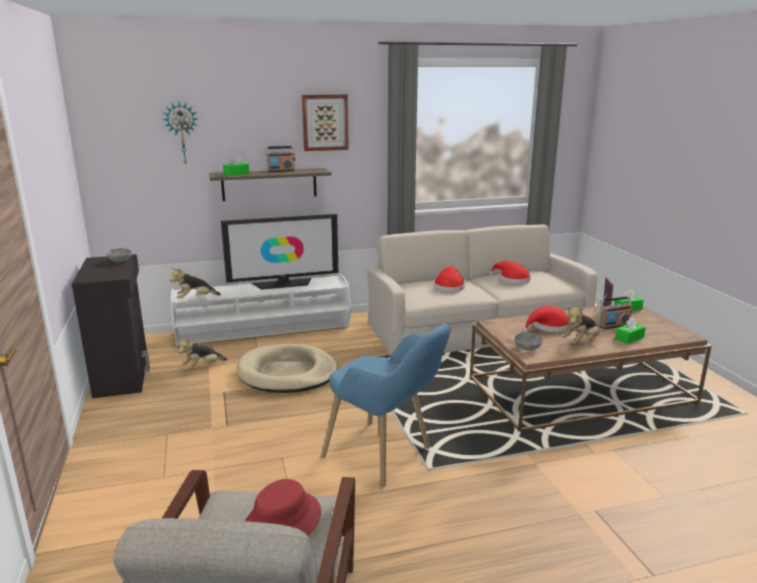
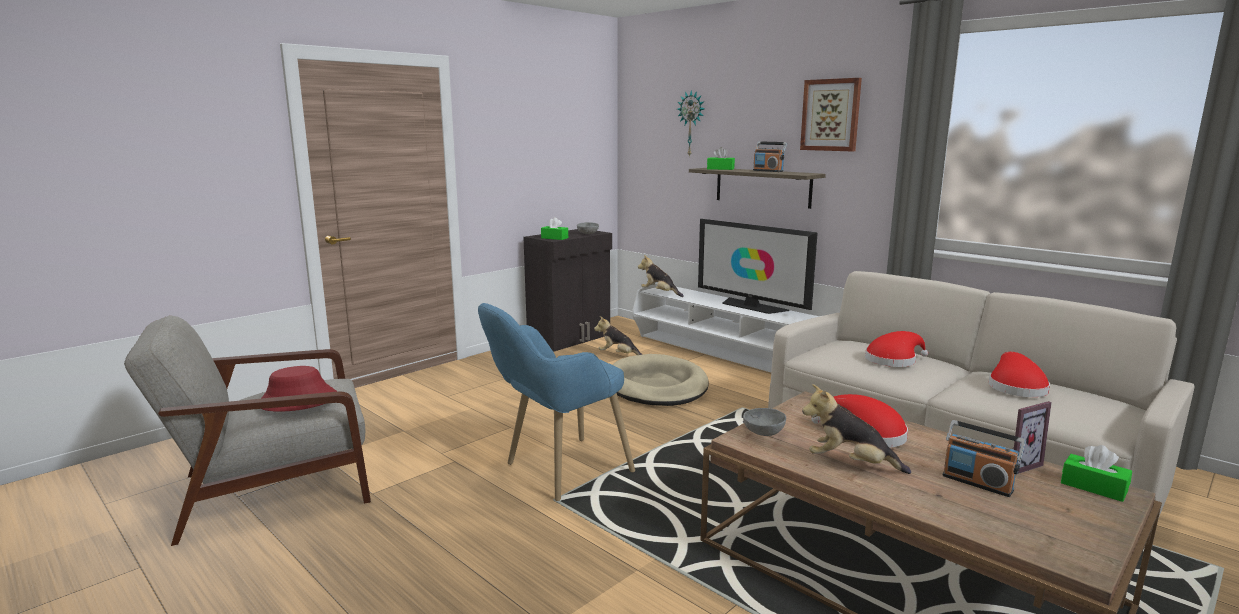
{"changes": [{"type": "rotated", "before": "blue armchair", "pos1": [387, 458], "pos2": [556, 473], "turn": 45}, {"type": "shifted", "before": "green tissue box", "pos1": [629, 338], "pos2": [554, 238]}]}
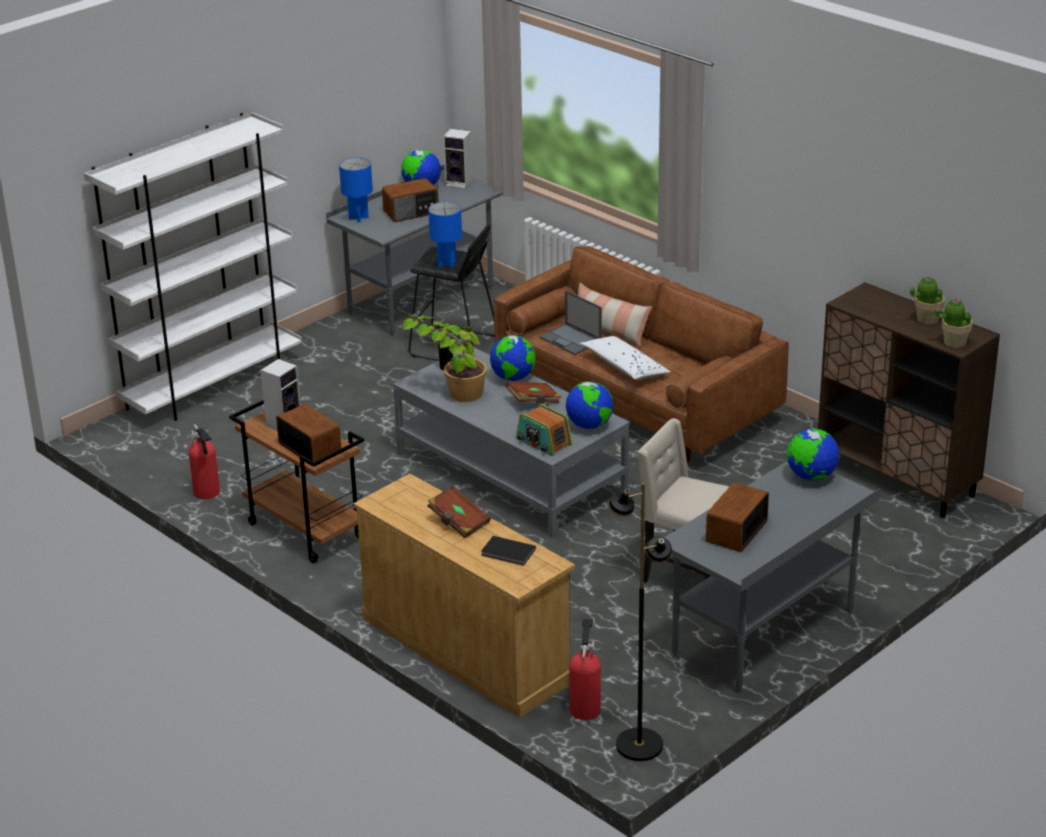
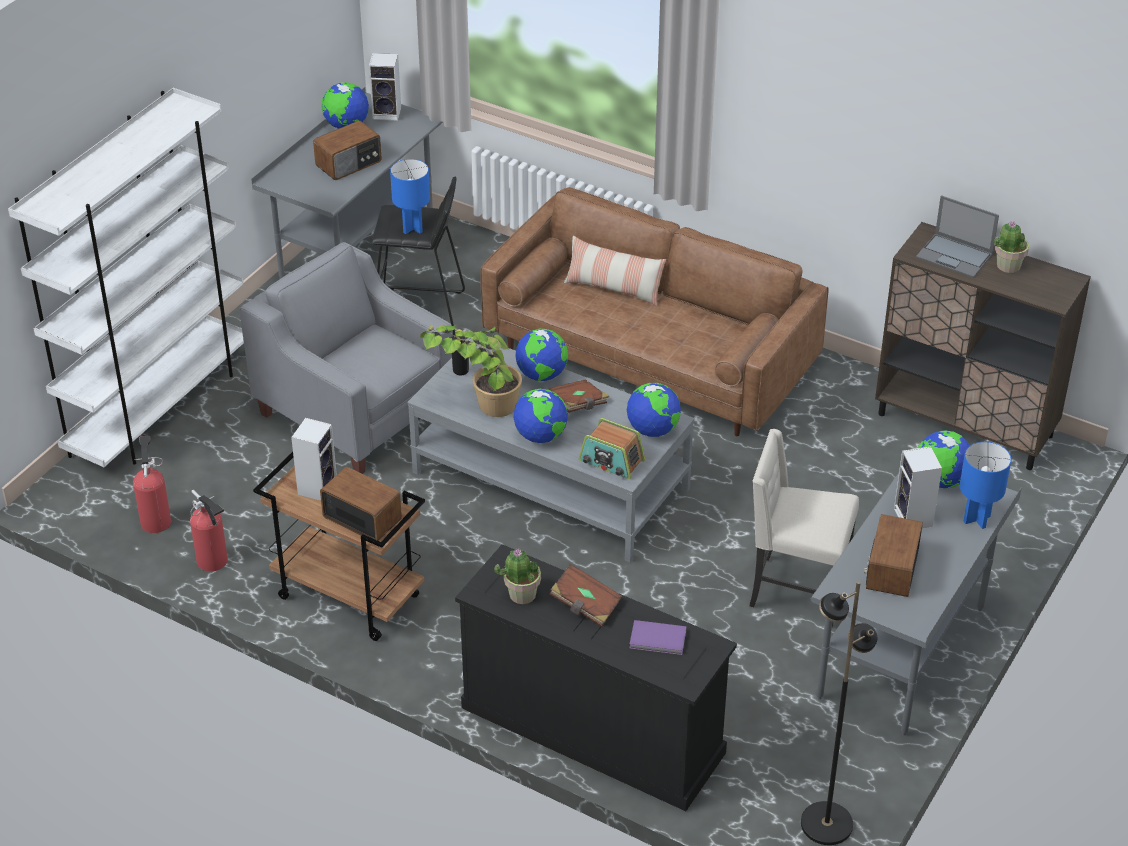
{"changes": [{"type": "shifted", "before": "blue table lamp", "pos1": [358, 218], "pos2": [976, 519]}, {"type": "repainted", "before": "beige dresser", "after": "black dresser", "pos1": [464, 649], "pos2": [590, 730]}, {"type": "repainted", "before": "black book", "after": "purple book", "pos1": [508, 553], "pos2": [658, 640]}, {"type": "shifted", "before": "laptop", "pos1": [571, 340], "pos2": [955, 256]}, {"type": "shifted", "before": "fire extinguisher", "pos1": [585, 708], "pos2": [156, 520]}, {"type": "gone", "before": "white pillow", "pos1": [624, 367]}, {"type": "shifted", "before": "potted plant", "pos1": [954, 342], "pos2": [521, 594]}, {"type": "new", "after": "grey armchair", "pos2": [355, 412]}, {"type": "new", "after": "globe", "pos2": [541, 436]}, {"type": "new", "after": "speaker", "pos2": [914, 518]}]}
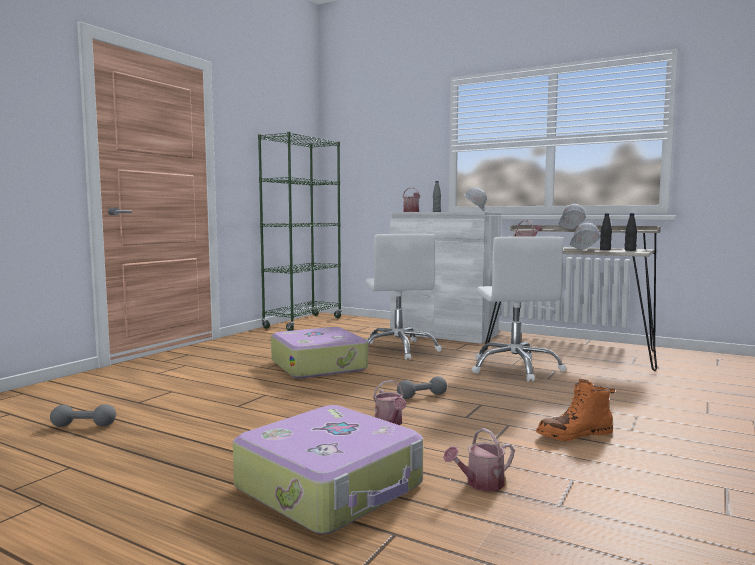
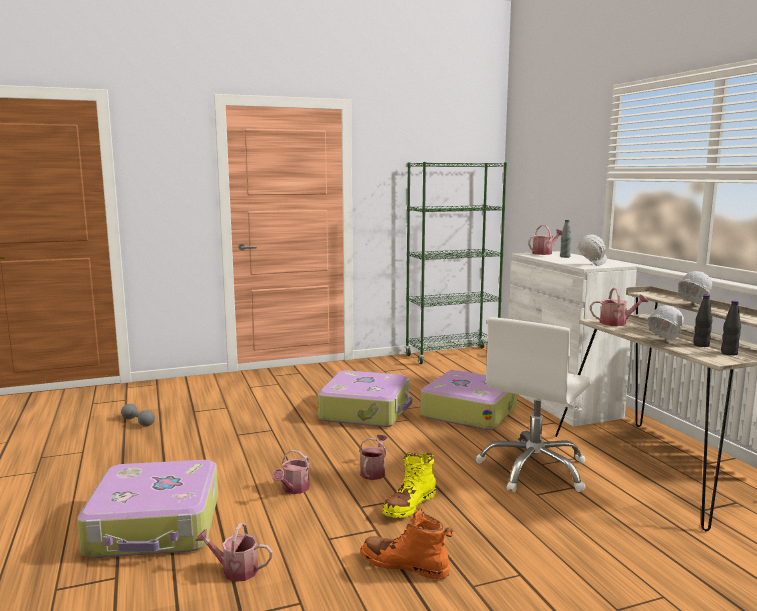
{"changes": [{"type": "swapped", "before": "white office chair", "after": "suitcase", "pos1": [399, 350], "pos2": [469, 411]}, {"type": "swapped", "before": "grey dumbbell", "after": "watering can", "pos1": [422, 396], "pos2": [374, 472]}, {"type": "new", "after": "yellow boot", "pos2": [409, 505]}]}
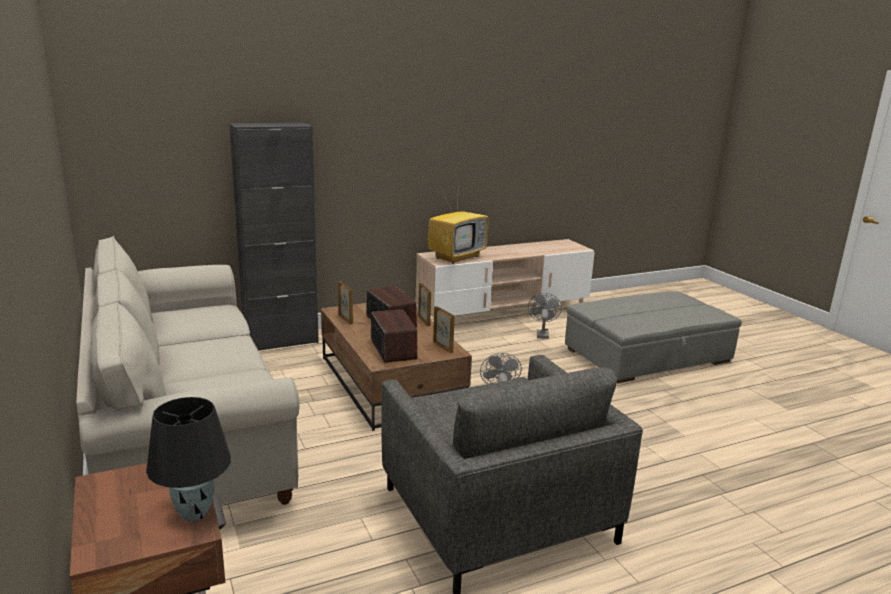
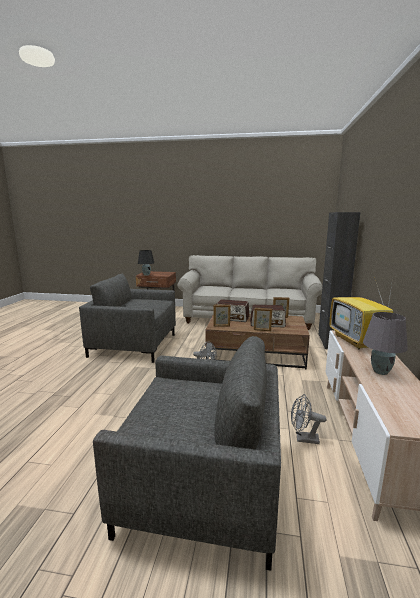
{"changes": [{"type": "rotated", "before": "grey fan", "pos1": [542, 333], "pos2": [303, 439], "turn": 150}, {"type": "swapped", "before": "grey ottoman", "after": "grey armchair", "pos1": [647, 355], "pos2": [203, 485]}, {"type": "new", "after": "grey table lamp", "pos2": [380, 371]}]}
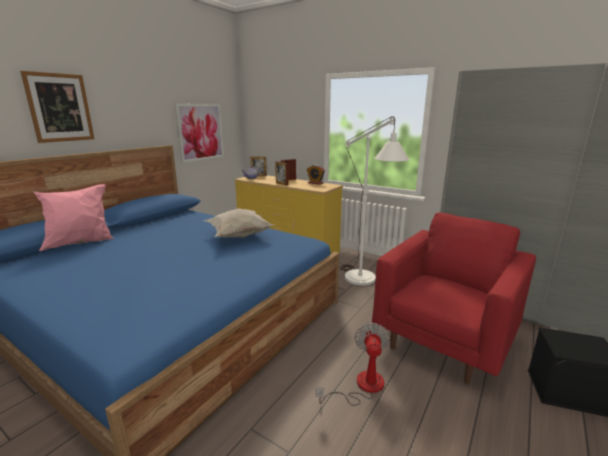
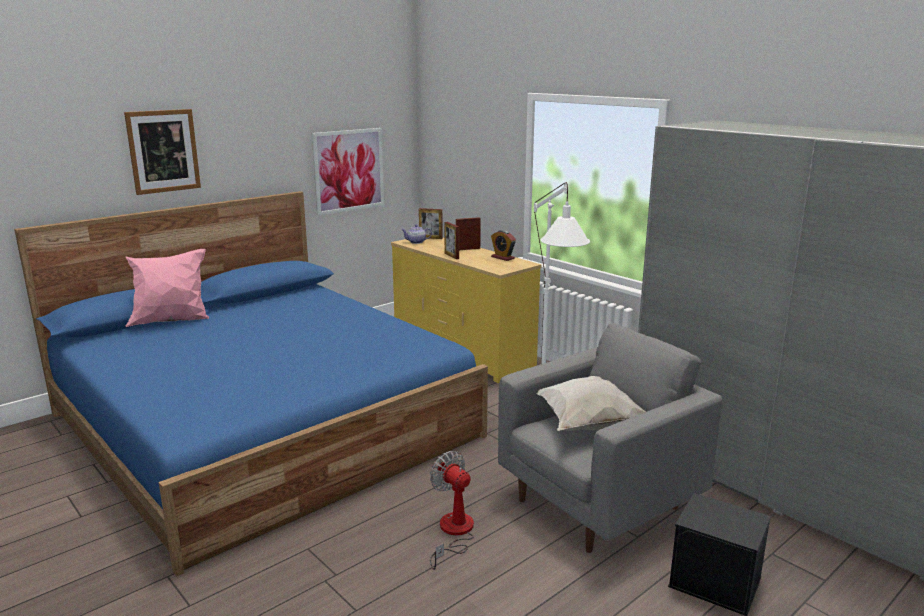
{"changes": [{"type": "shifted", "before": "white pillow", "pos1": [238, 236], "pos2": [587, 424]}, {"type": "rotated", "before": "fan", "pos1": [362, 386], "pos2": [453, 533], "turn": -60}, {"type": "repainted", "before": "red armchair", "after": "grey armchair", "pos1": [443, 342], "pos2": [598, 504]}]}
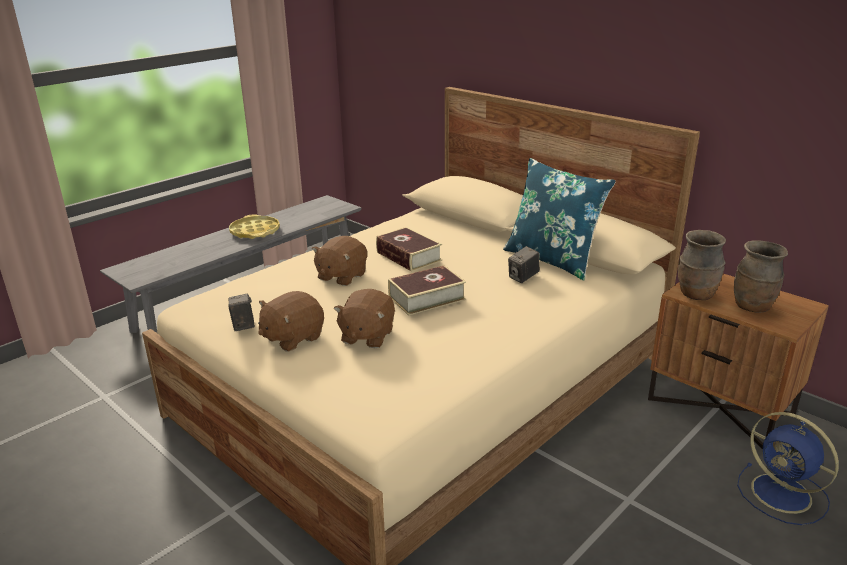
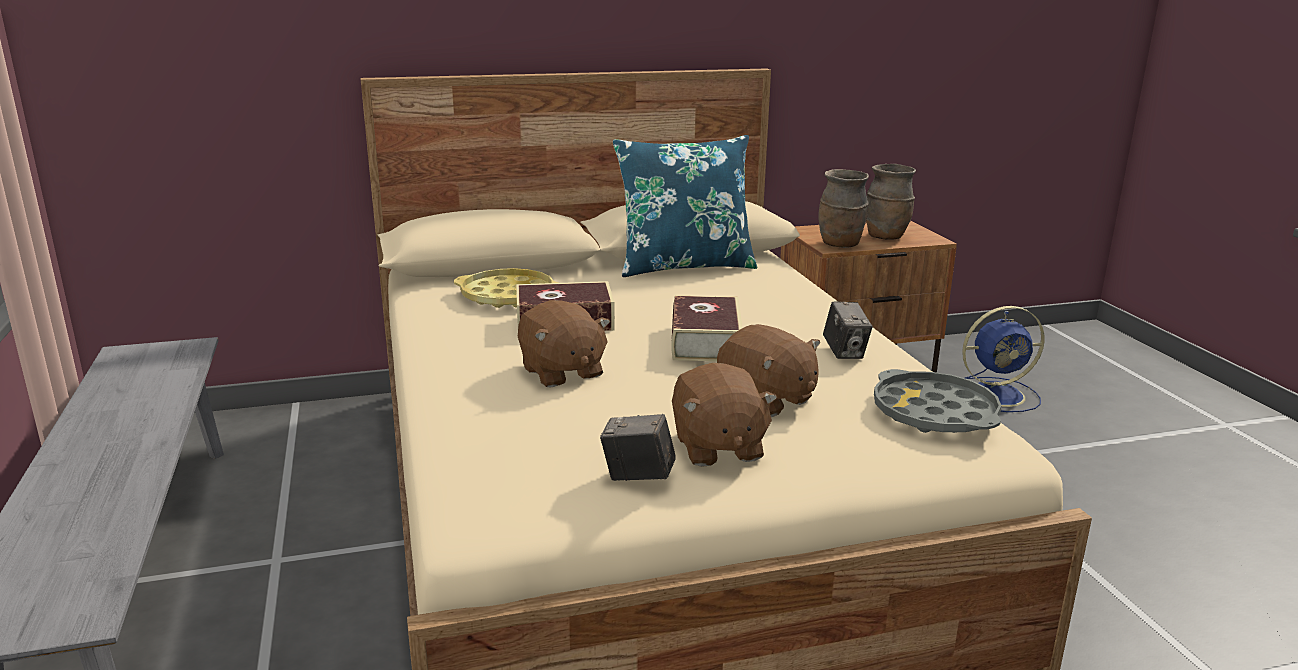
{"changes": [{"type": "shifted", "before": "yellow tray", "pos1": [255, 231], "pos2": [507, 296]}, {"type": "shifted", "before": "photo camera", "pos1": [523, 278], "pos2": [845, 352]}, {"type": "new", "after": "grey tray", "pos2": [934, 413]}]}
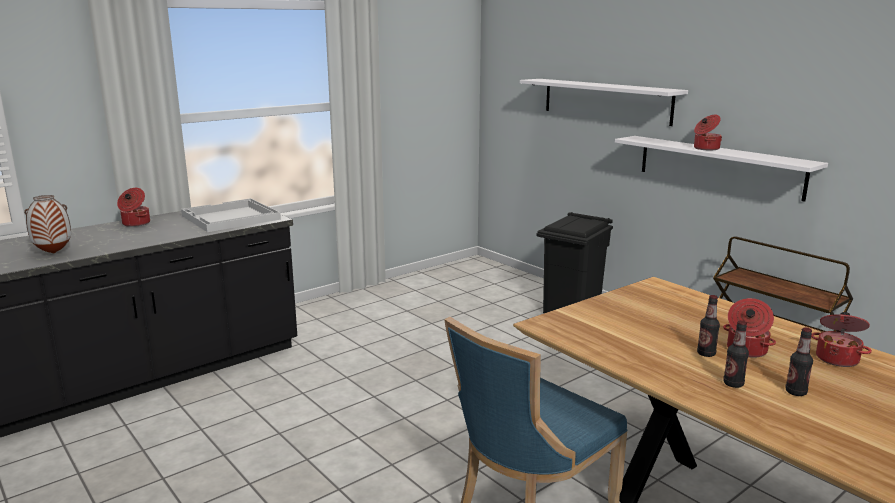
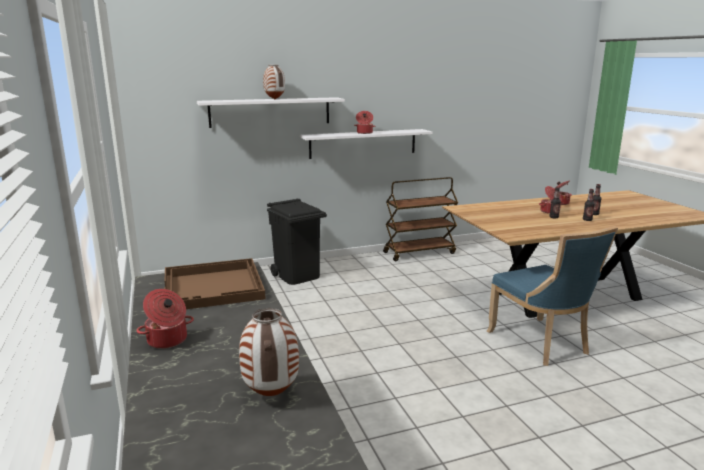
{"changes": [{"type": "repainted", "before": "white tray", "after": "brown tray", "pos1": [230, 218], "pos2": [214, 286]}, {"type": "new", "after": "vase", "pos2": [275, 99]}]}
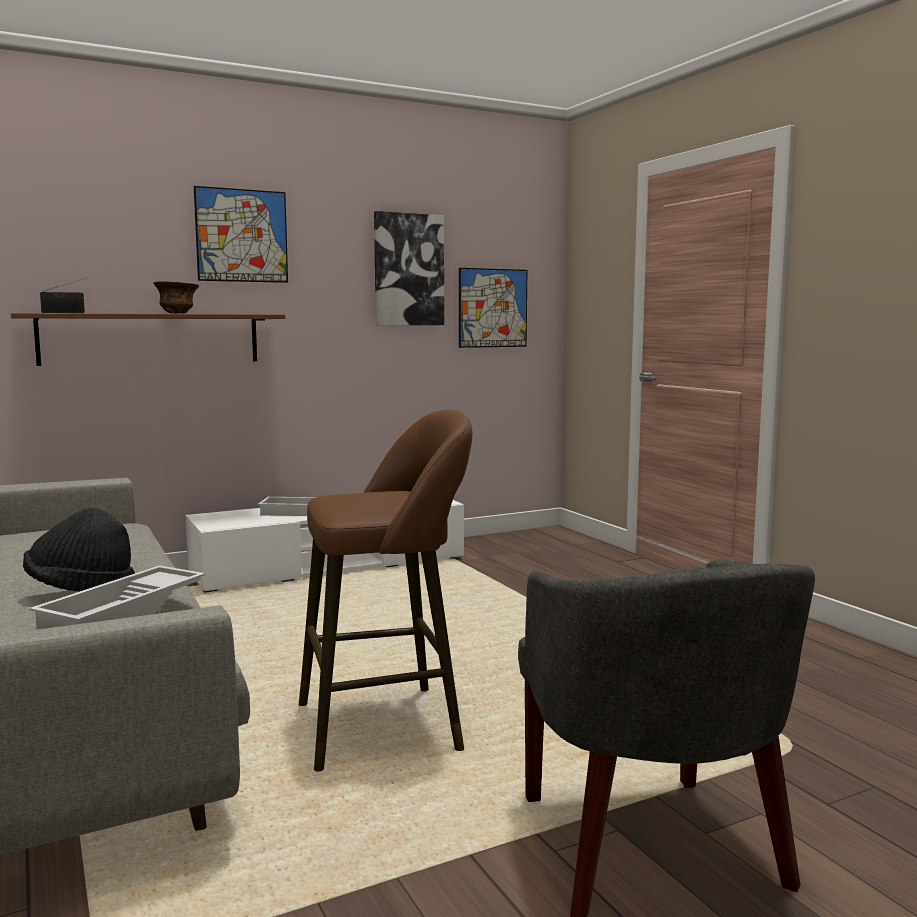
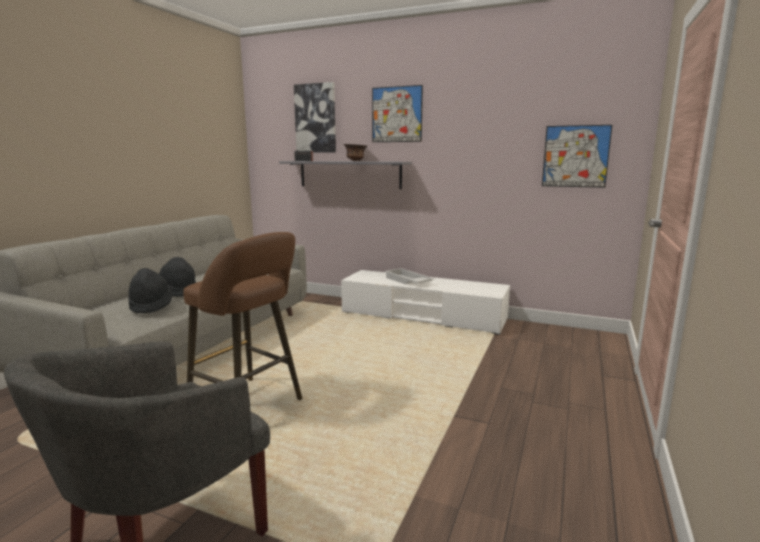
{"changes": [{"type": "repainted", "before": "brown shelf", "after": "grey shelf", "pos1": [151, 338], "pos2": [349, 174]}, {"type": "swapped", "before": "white tray", "after": "black hat", "pos1": [124, 611], "pos2": [151, 306]}, {"type": "shifted", "before": "picture", "pos1": [408, 270], "pos2": [315, 118]}]}
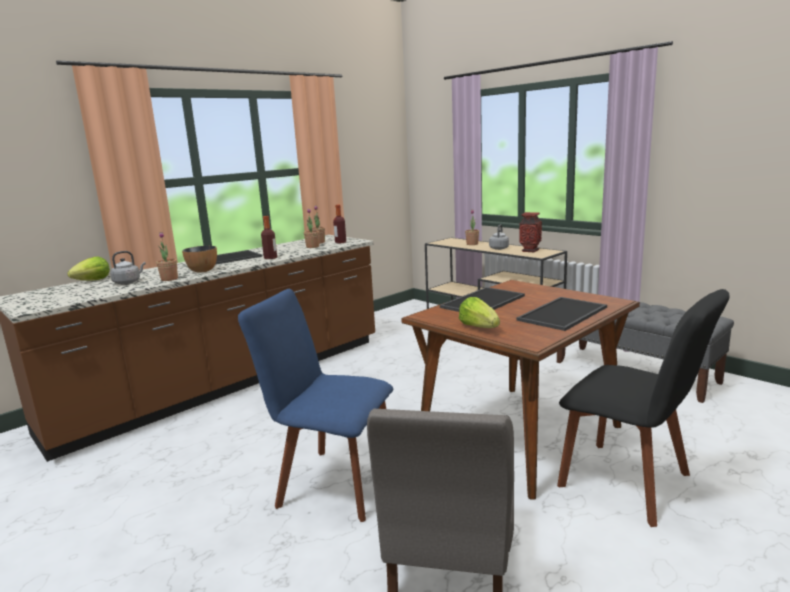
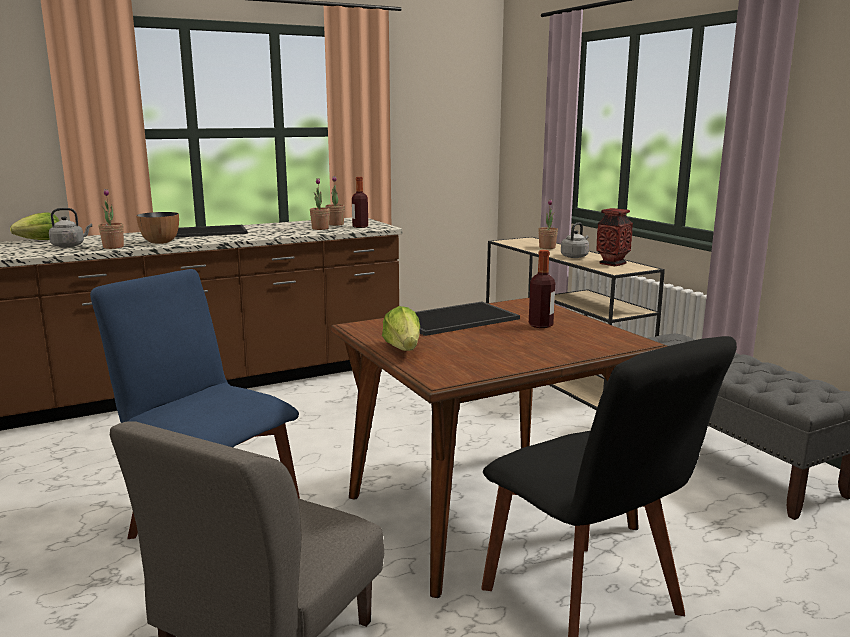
{"changes": [{"type": "shifted", "before": "bottle", "pos1": [270, 258], "pos2": [540, 325]}, {"type": "gone", "before": "tray", "pos1": [563, 314]}]}
